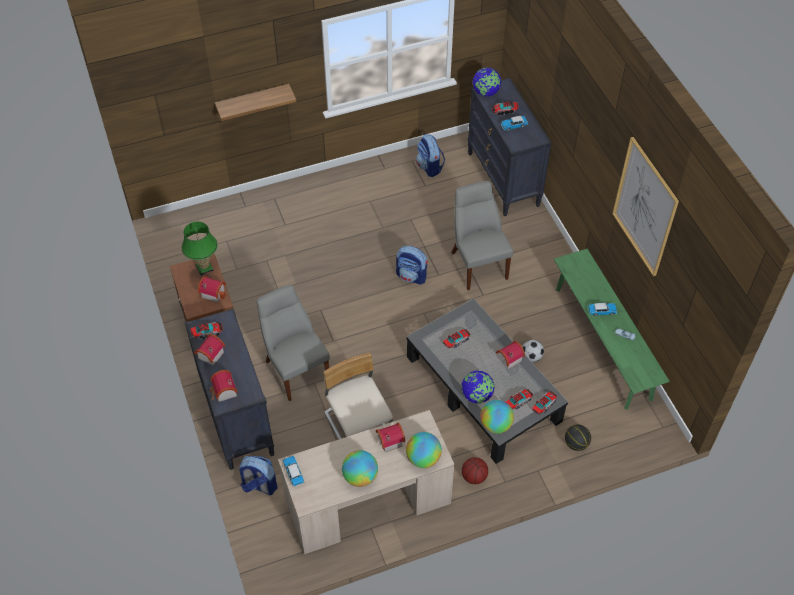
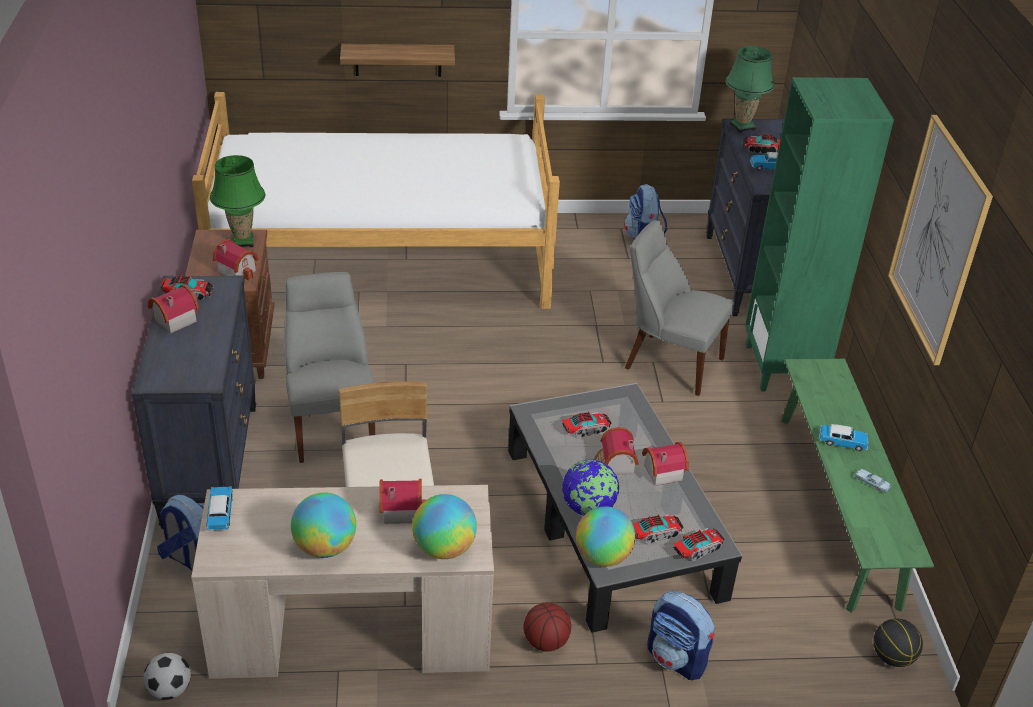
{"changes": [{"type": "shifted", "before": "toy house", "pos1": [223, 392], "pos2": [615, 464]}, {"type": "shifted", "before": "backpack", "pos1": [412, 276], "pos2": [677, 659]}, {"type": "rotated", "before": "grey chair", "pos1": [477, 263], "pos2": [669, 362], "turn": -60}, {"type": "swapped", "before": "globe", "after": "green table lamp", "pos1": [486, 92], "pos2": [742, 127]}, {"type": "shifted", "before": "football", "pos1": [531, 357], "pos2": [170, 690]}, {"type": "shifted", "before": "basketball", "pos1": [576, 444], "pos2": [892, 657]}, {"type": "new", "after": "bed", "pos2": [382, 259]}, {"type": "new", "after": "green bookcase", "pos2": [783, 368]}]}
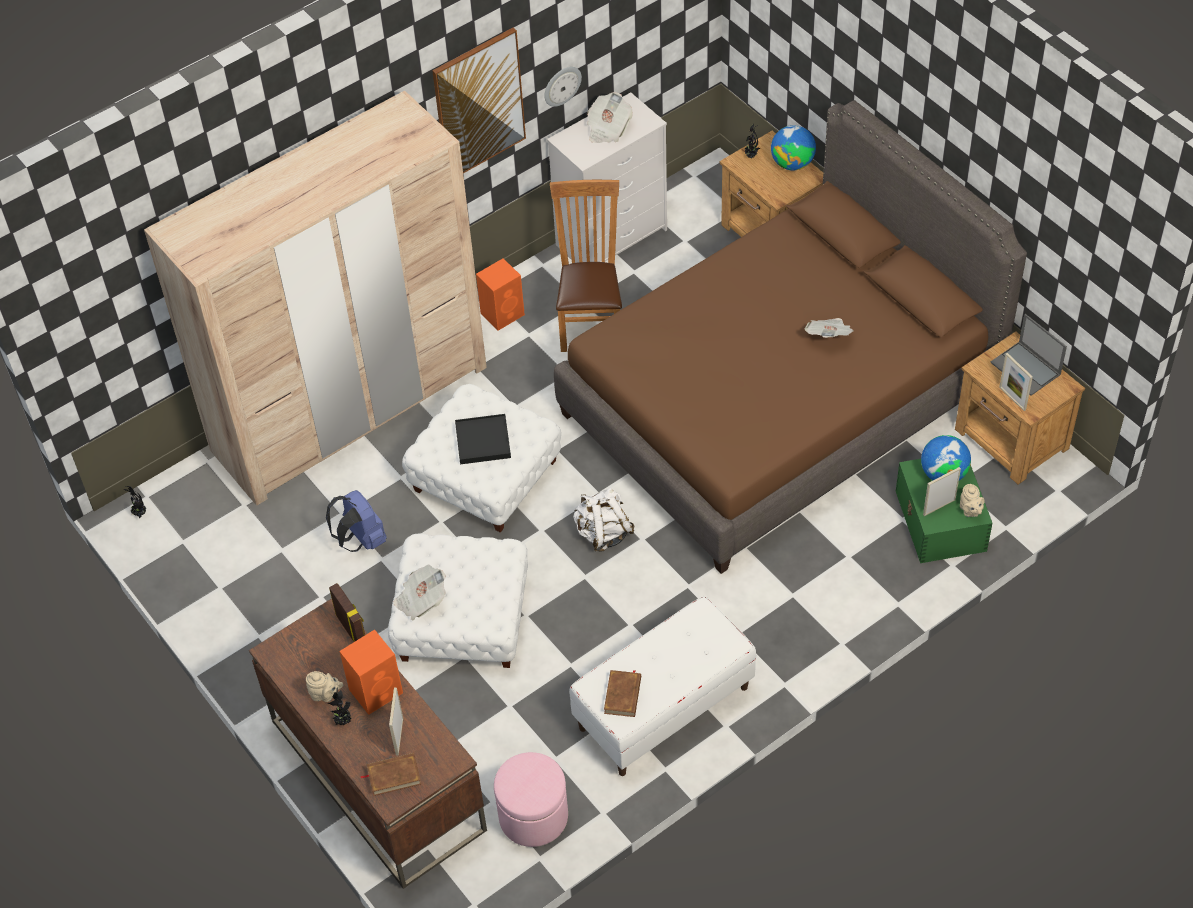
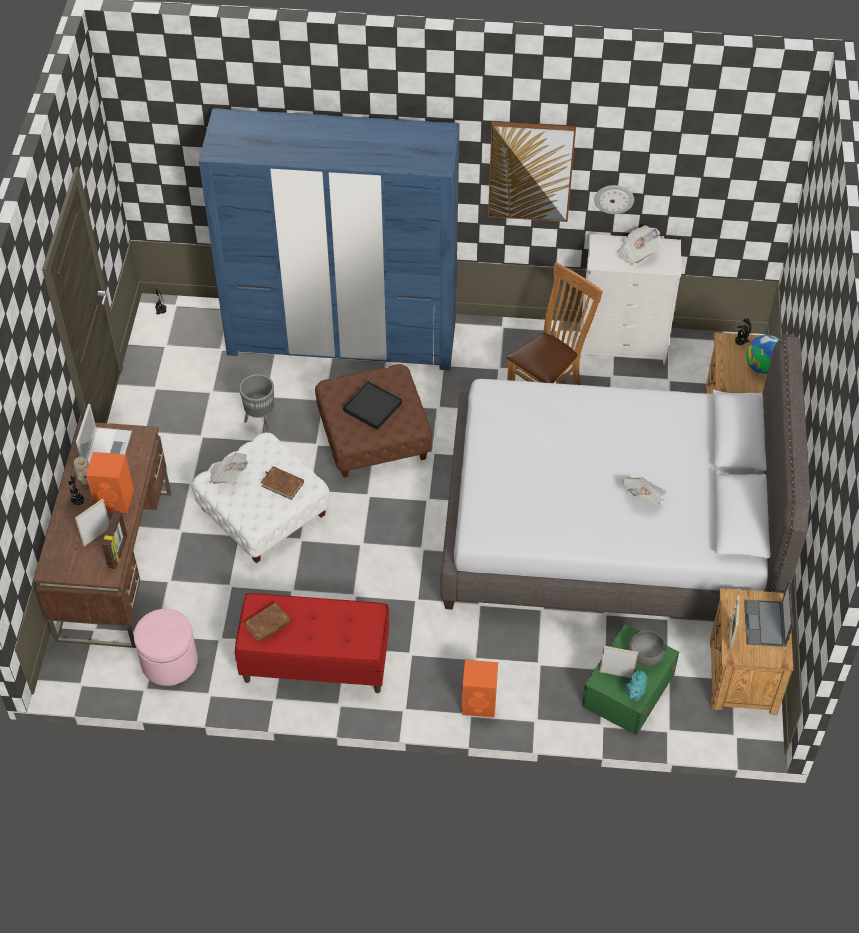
{"changes": [{"type": "repainted", "before": "beige wardrobe", "after": "blue wardrobe", "pos1": [351, 408], "pos2": [343, 336]}, {"type": "swapped", "before": "blue backpack", "after": "grey planter", "pos1": [361, 540], "pos2": [260, 420]}, {"type": "shifted", "before": "picture frame", "pos1": [352, 630], "pos2": [118, 552]}, {"type": "shifted", "before": "brown book", "pos1": [393, 775], "pos2": [282, 484]}, {"type": "repainted", "before": "white ottoman", "after": "brown ottoman", "pos1": [486, 475], "pos2": [374, 436]}, {"type": "shifted", "before": "orange speaker", "pos1": [503, 313], "pos2": [480, 703]}, {"type": "repainted", "before": "brown bed", "after": "grey bed", "pos1": [778, 401], "pos2": [610, 528]}, {"type": "repainted", "before": "white bench", "after": "red bench", "pos1": [664, 708], "pos2": [315, 662]}, {"type": "gone", "before": "white backpack", "pos1": [603, 533]}, {"type": "swapped", "before": "globe", "after": "grey bowl", "pos1": [943, 474], "pos2": [645, 655]}, {"type": "repainted", "before": "beige teapot", "after": "turquoise teapot", "pos1": [970, 511], "pos2": [634, 693]}, {"type": "new", "after": "laptop", "pos2": [107, 447]}]}
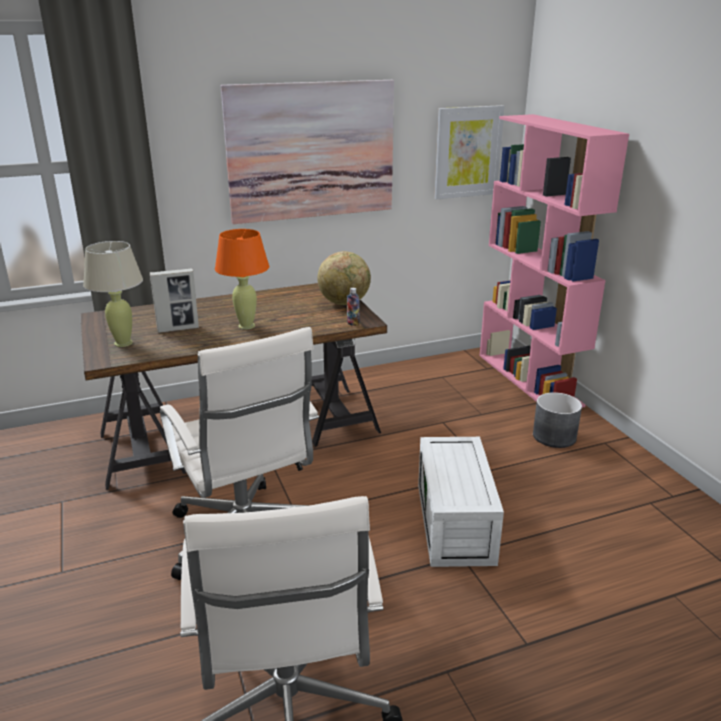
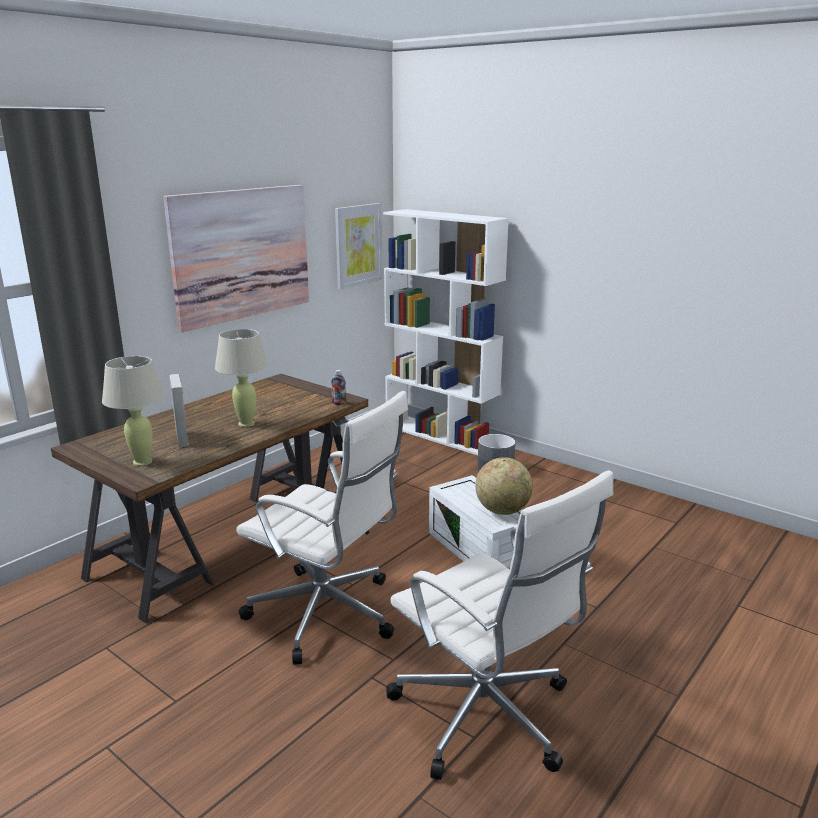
{"changes": [{"type": "rotated", "before": "picture frame", "pos1": [178, 329], "pos2": [182, 439], "turn": 120}, {"type": "repainted", "before": "orange table lamp", "after": "beige table lamp", "pos1": [247, 326], "pos2": [246, 423]}, {"type": "shifted", "before": "globe", "pos1": [344, 303], "pos2": [502, 510]}, {"type": "repainted", "before": "pink bookcase", "after": "white bookcase", "pos1": [529, 379], "pos2": [441, 435]}]}
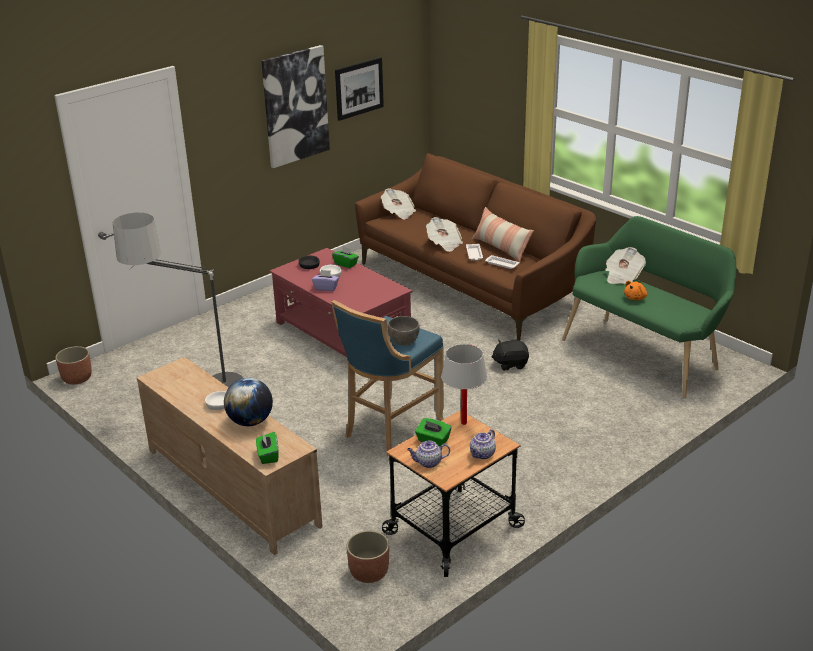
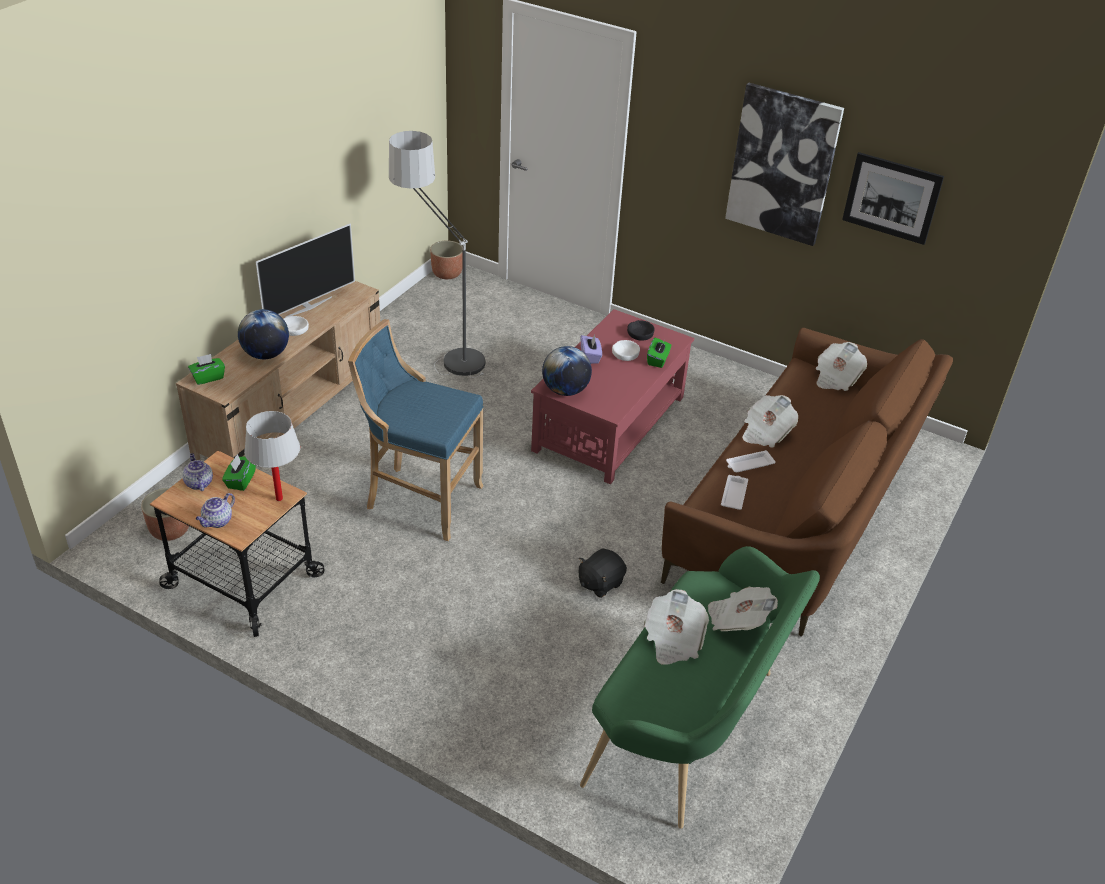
{"changes": [{"type": "gone", "before": "grey bowl", "pos1": [403, 342]}, {"type": "rotated", "before": "teapot", "pos1": [482, 454], "pos2": [217, 521], "turn": -75}, {"type": "gone", "before": "pillow", "pos1": [501, 248]}, {"type": "rotated", "before": "black plush toy", "pos1": [510, 364], "pos2": [600, 583], "turn": -105}, {"type": "swapped", "before": "orange plush toy", "after": "newspaper", "pos1": [635, 298], "pos2": [673, 640]}, {"type": "new", "after": "television", "pos2": [308, 306]}, {"type": "new", "after": "globe", "pos2": [565, 390]}]}
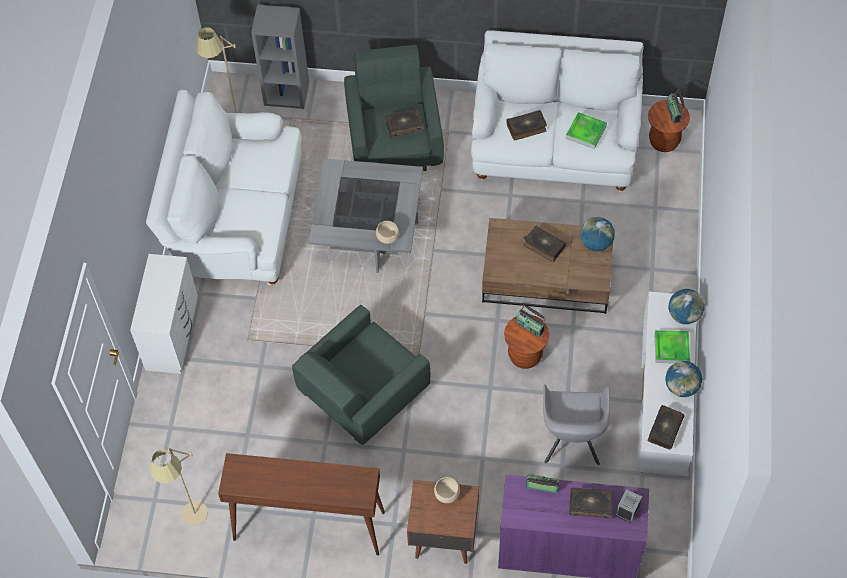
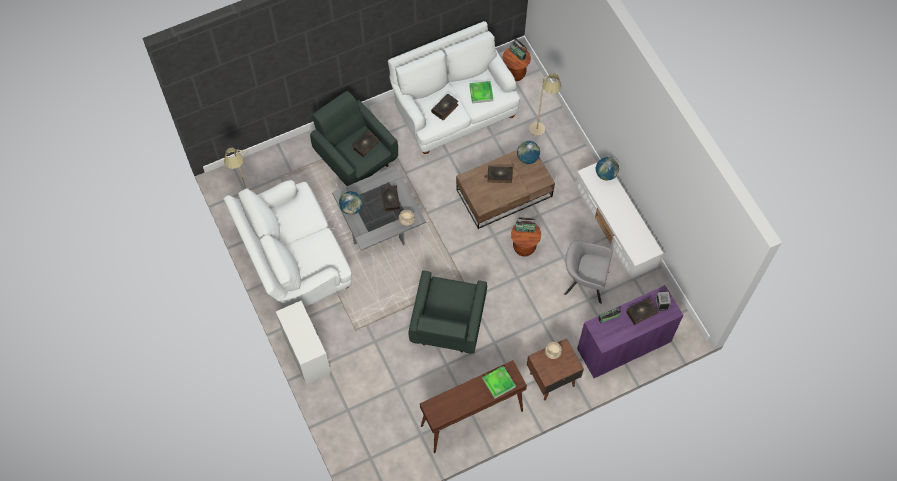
{"changes": [{"type": "shifted", "before": "beige floor lamp", "pos1": [194, 524], "pos2": [541, 134]}, {"type": "gone", "before": "grey bookcase", "pos1": [287, 93]}, {"type": "rotated", "before": "grey armchair", "pos1": [572, 441], "pos2": [584, 282], "turn": 135}, {"type": "shifted", "before": "book", "pos1": [664, 429], "pos2": [390, 200]}, {"type": "shifted", "before": "tray", "pos1": [671, 348], "pos2": [498, 383]}, {"type": "shifted", "before": "globe", "pos1": [681, 387], "pos2": [351, 208]}]}
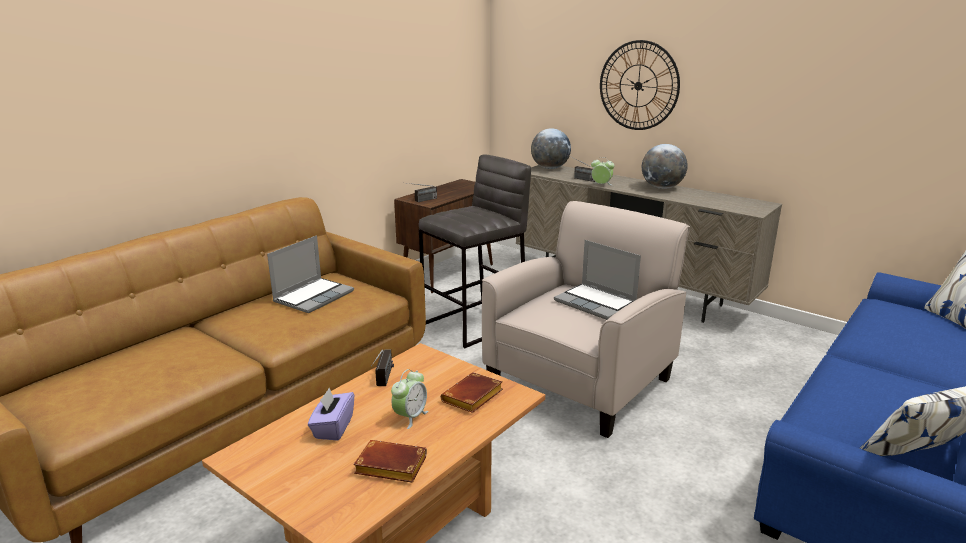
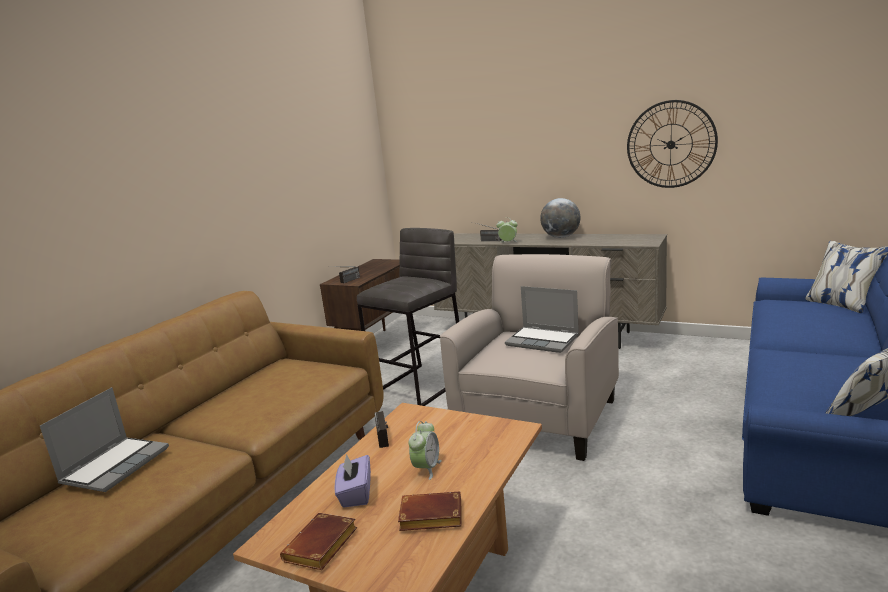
{"changes": [{"type": "shifted", "before": "laptop", "pos1": [314, 296], "pos2": [116, 465]}, {"type": "shifted", "before": "brown book", "pos1": [472, 398], "pos2": [321, 548]}, {"type": "gone", "before": "globe", "pos1": [550, 168]}, {"type": "shifted", "before": "wall clock", "pos1": [638, 85], "pos2": [671, 144]}]}
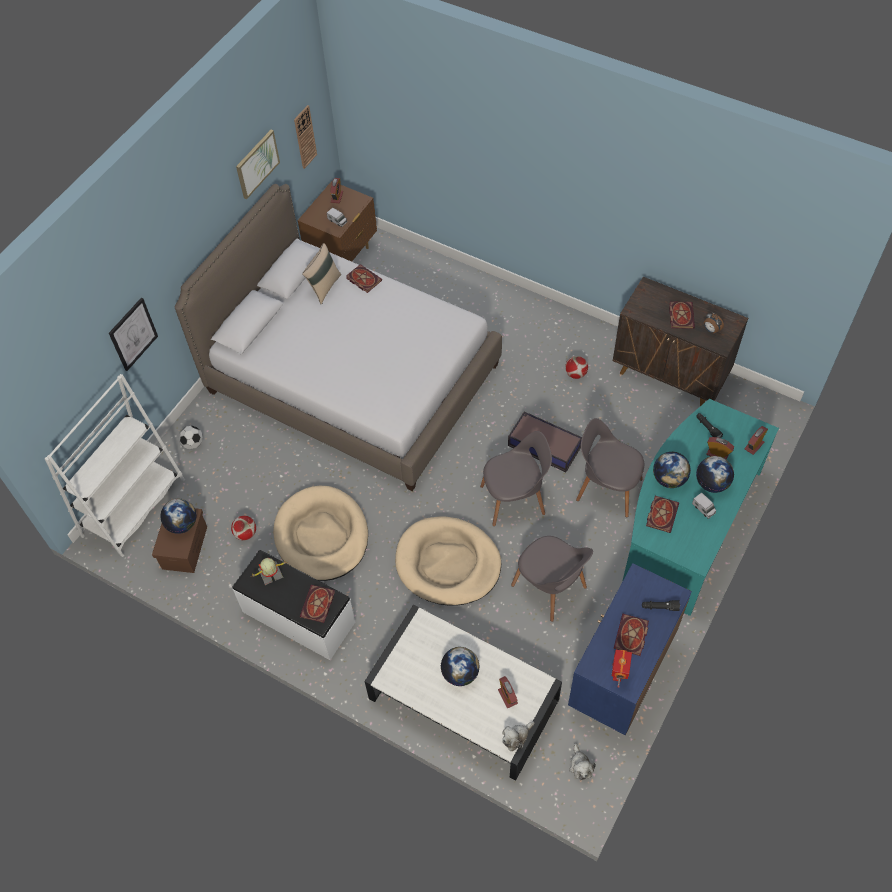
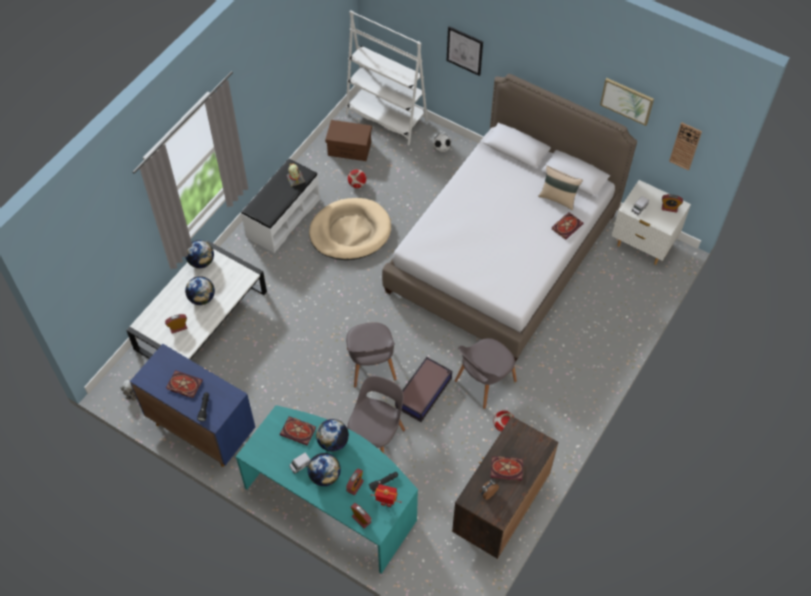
{"changes": [{"type": "shifted", "before": "globe", "pos1": [182, 524], "pos2": [201, 262]}, {"type": "repainted", "before": "brown nightstand", "after": "white nightstand", "pos1": [343, 257], "pos2": [643, 245]}, {"type": "gone", "before": "book", "pos1": [318, 605]}, {"type": "gone", "before": "beige dog bed", "pos1": [448, 563]}, {"type": "gone", "before": "plush toy", "pos1": [516, 737]}, {"type": "shifted", "before": "grey chair", "pos1": [550, 588], "pos2": [484, 382]}, {"type": "shifted", "before": "toy robot", "pos1": [618, 675], "pos2": [386, 503]}]}
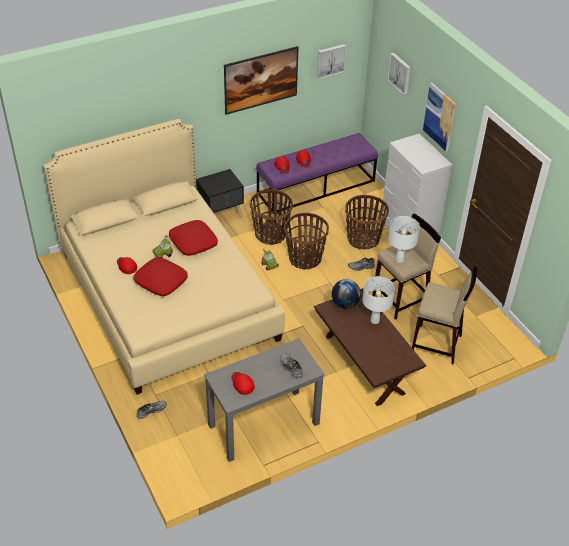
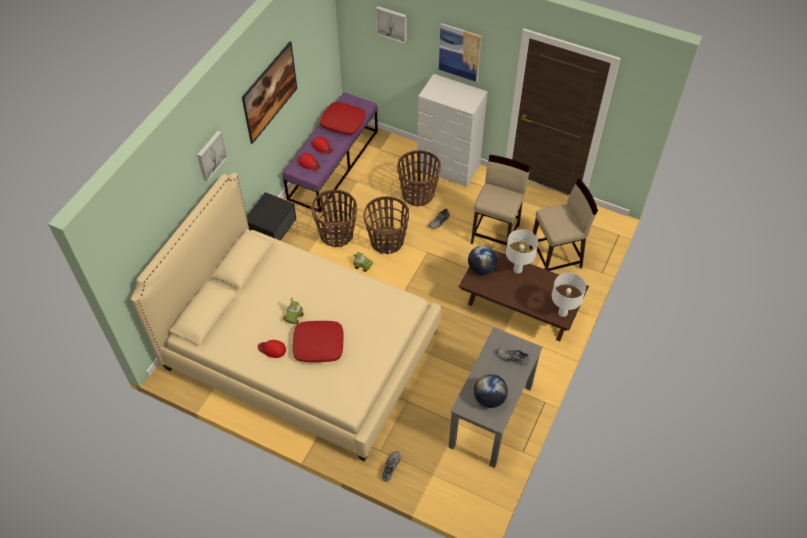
{"changes": [{"type": "shifted", "before": "red pillow", "pos1": [193, 242], "pos2": [343, 122]}, {"type": "swapped", "before": "red cap", "after": "globe", "pos1": [242, 384], "pos2": [489, 399]}, {"type": "shifted", "before": "picture", "pos1": [330, 60], "pos2": [210, 155]}, {"type": "shifted", "before": "white table lamp", "pos1": [399, 260], "pos2": [562, 313]}]}
